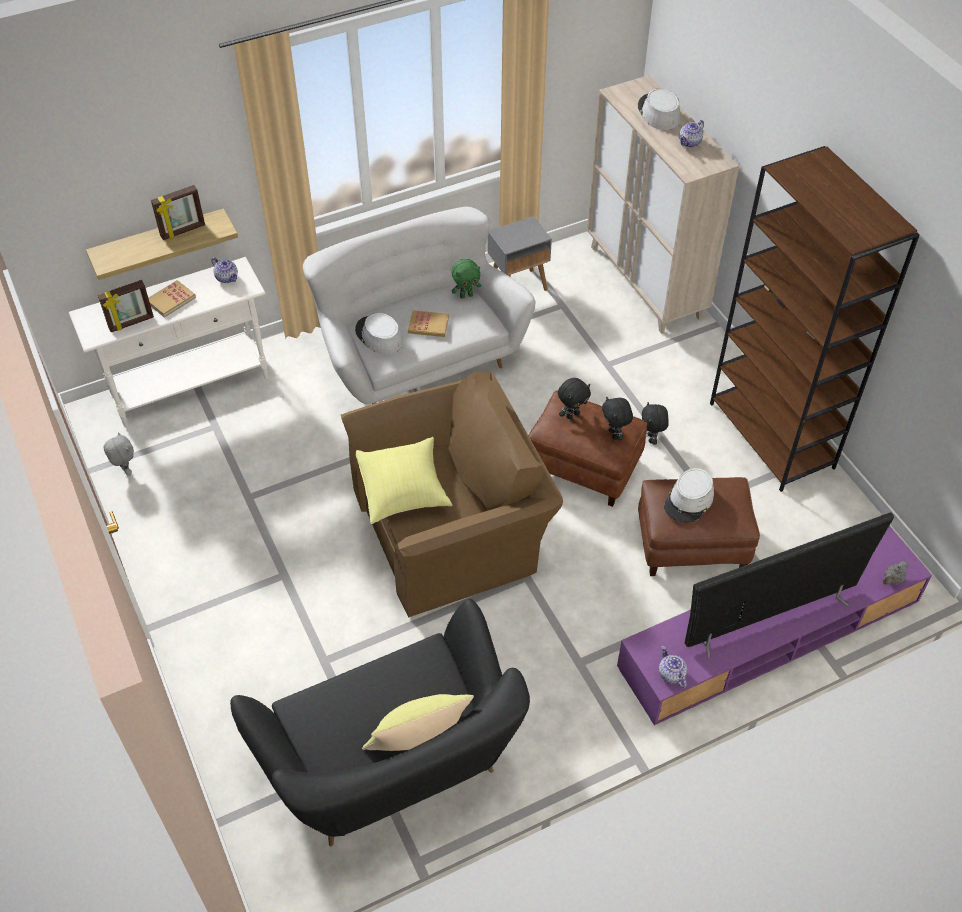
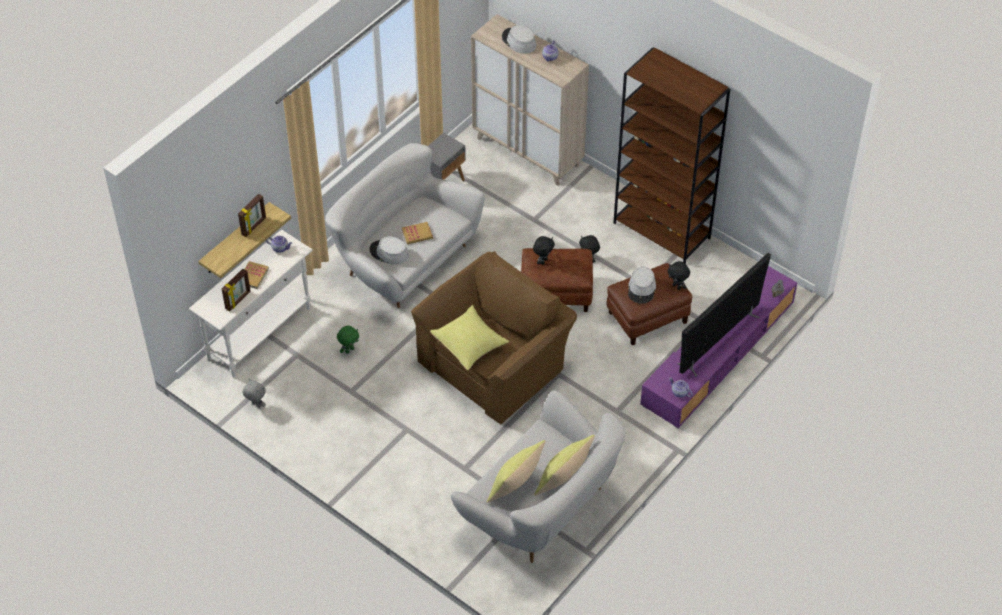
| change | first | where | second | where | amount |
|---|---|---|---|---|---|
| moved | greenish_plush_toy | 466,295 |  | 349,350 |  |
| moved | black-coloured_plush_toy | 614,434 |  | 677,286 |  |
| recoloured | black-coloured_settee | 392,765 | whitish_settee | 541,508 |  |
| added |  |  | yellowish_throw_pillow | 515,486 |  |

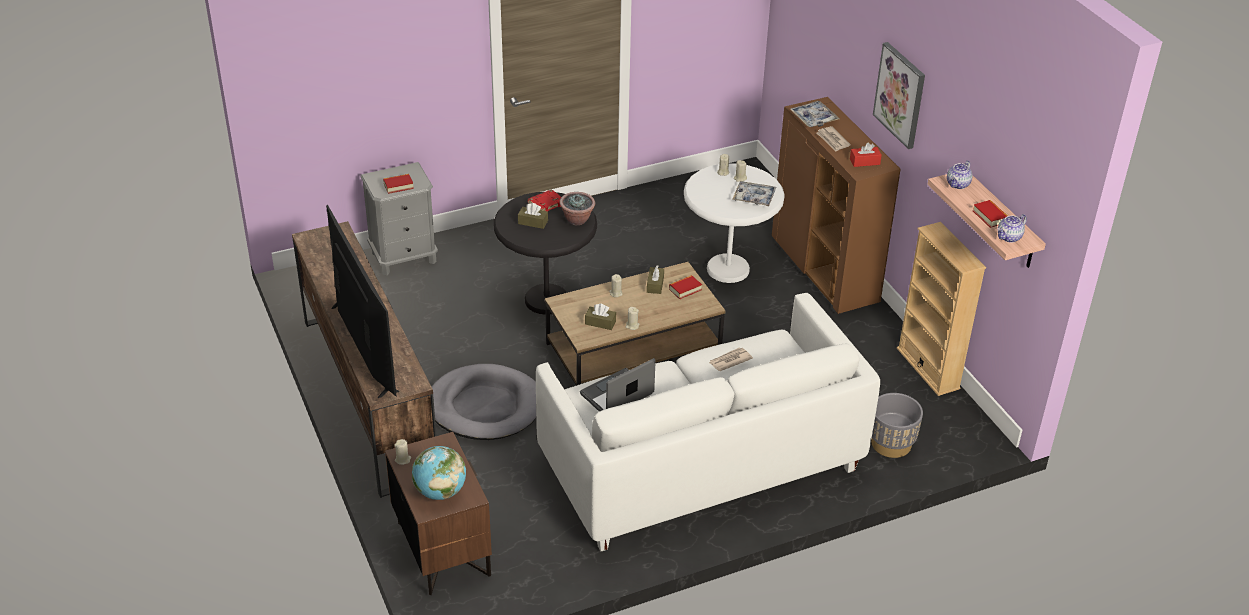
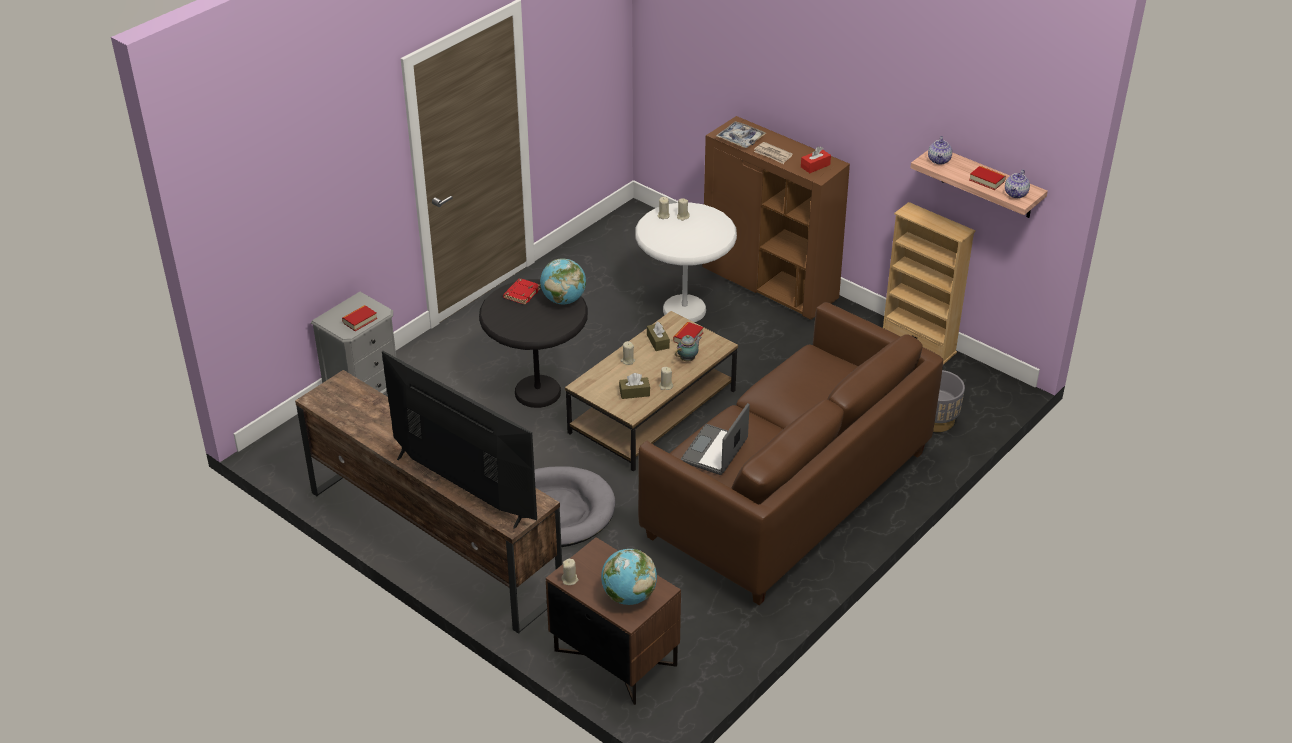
| change | first | where | second | where | amount |
|---|---|---|---|---|---|
| removed | wall_art | 900,95 |  |  |  |
| removed | serving_tray | 754,198 |  |  |  |
| replaced | potted_plant | 577,219 | globe | 563,300 |  |
| removed | brown_tissue_holder | 533,222 |  |  |  |
| recoloured | whitish_settee | 700,463 | brown_settee | 788,494 |  |
| removed | printed_paper | 729,361 |  |  |  |
| added |  |  | teapot | 688,359 |  |

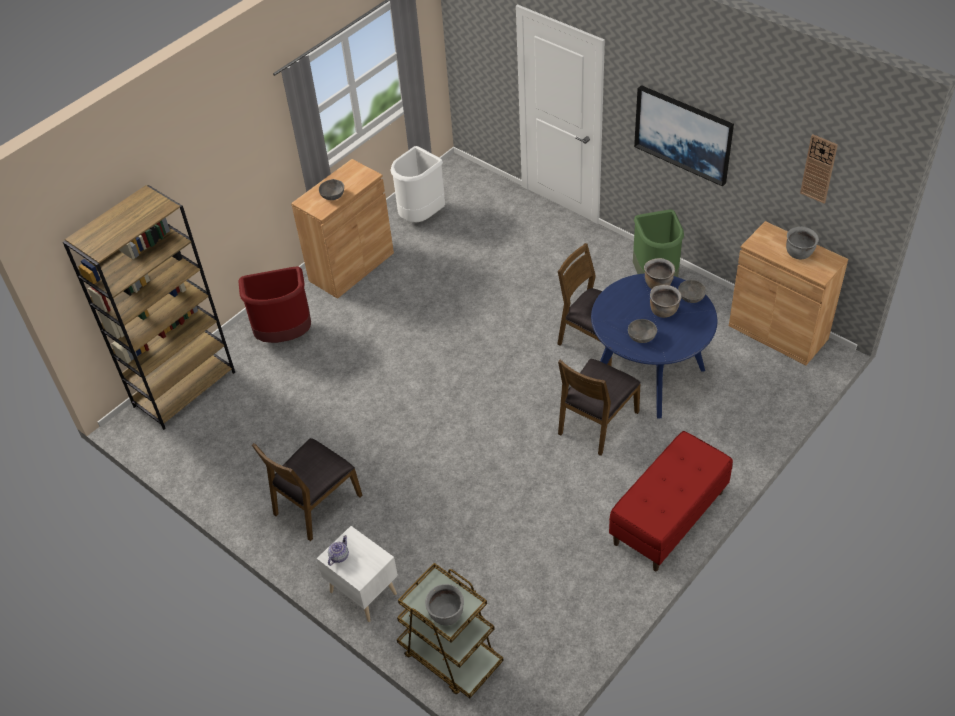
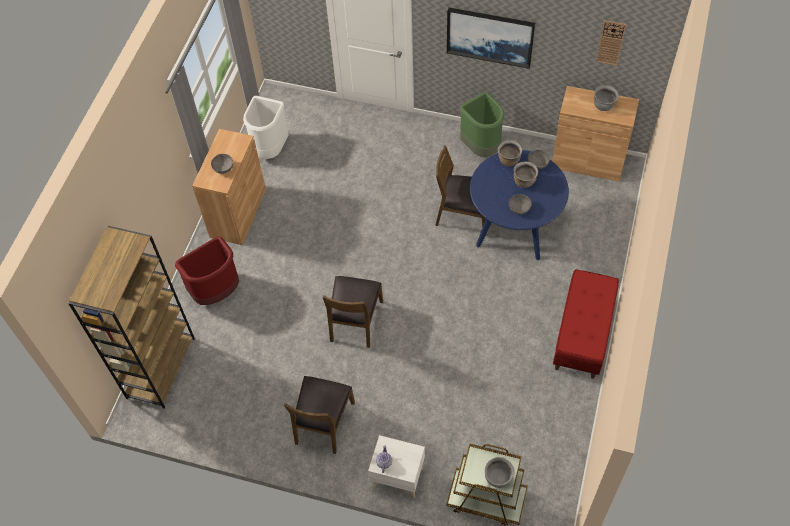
| change | first | where | second | where | amount |
|---|---|---|---|---|---|
| moved | brown_plain_chair | 596,422 |  | 355,321 |  |

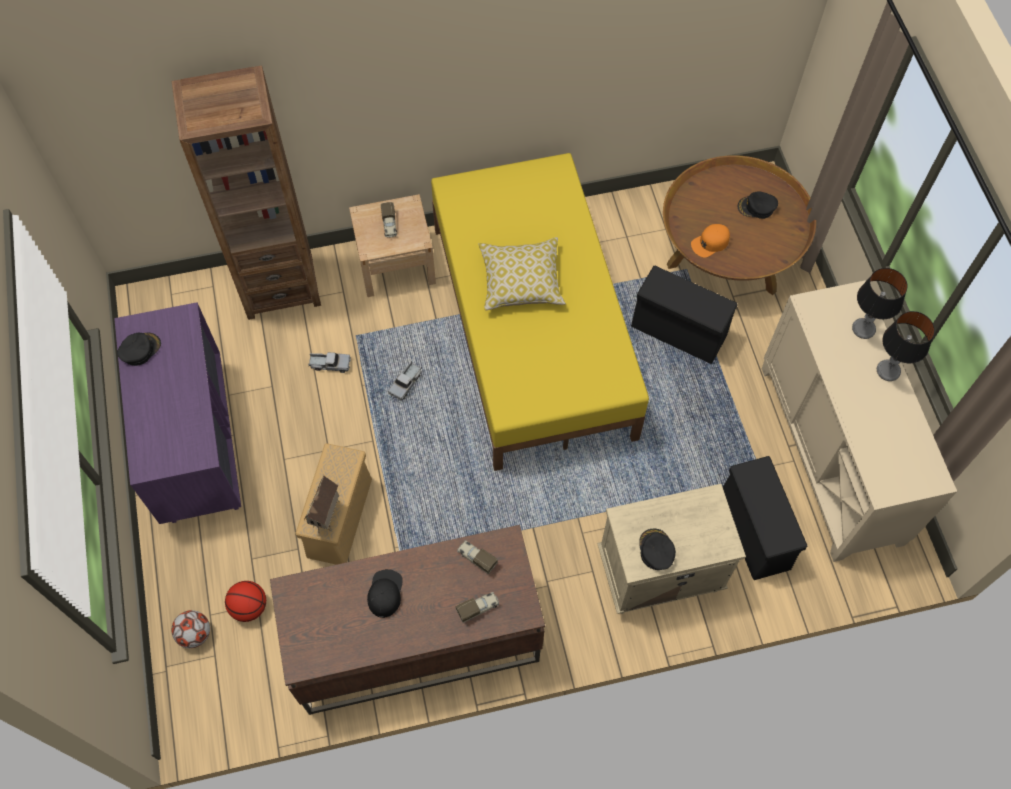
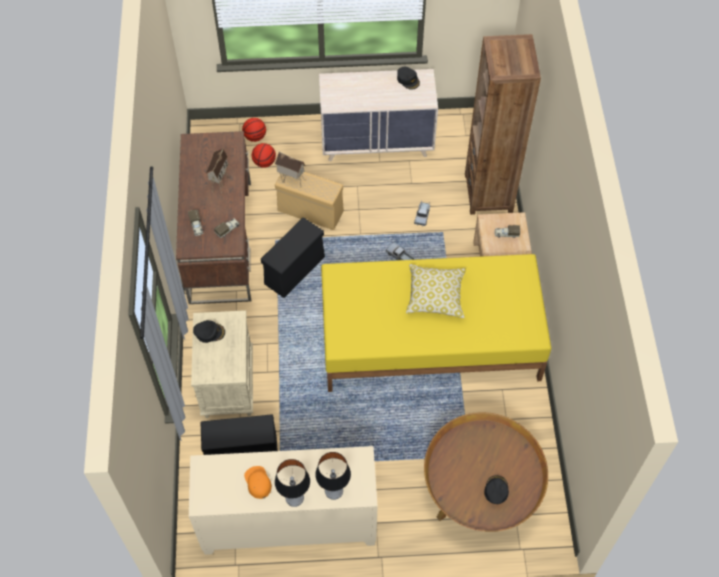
| change | first | where | second | where | amount |
|---|---|---|---|---|---|
| moved | orangey_cap | 710,243 |  | 258,482 |  |
| moved | black-coloured_storage_container | 680,331 |  | 294,271 |  |
| recoloured | purple_drawer_chest | 196,444 | beige-coloured_drawer_chest | 377,142 |  |
| replaced | black-coloured_cap | 385,593 | toy_house | 219,182 |  |
| replaced | ball_for_football | 195,634 | ball_for_basketball | 255,137 |  |

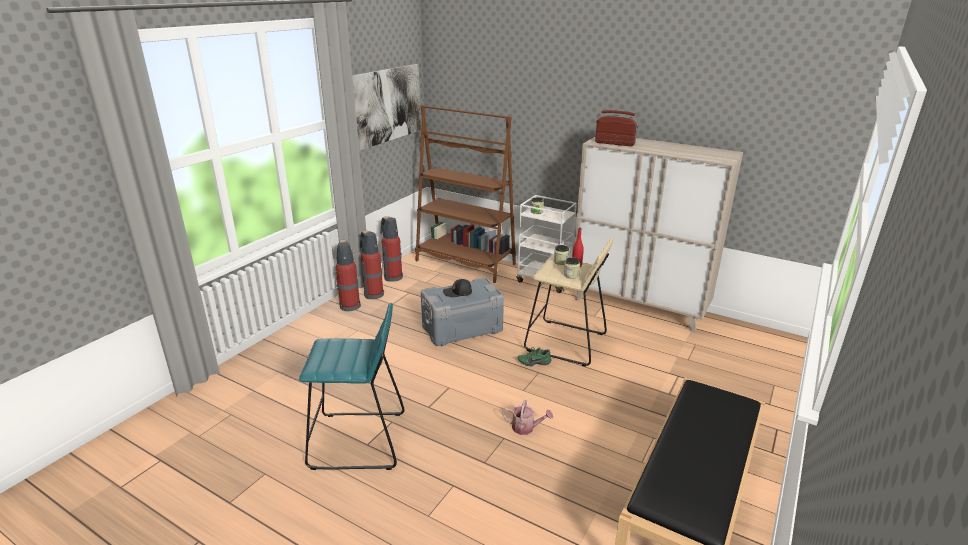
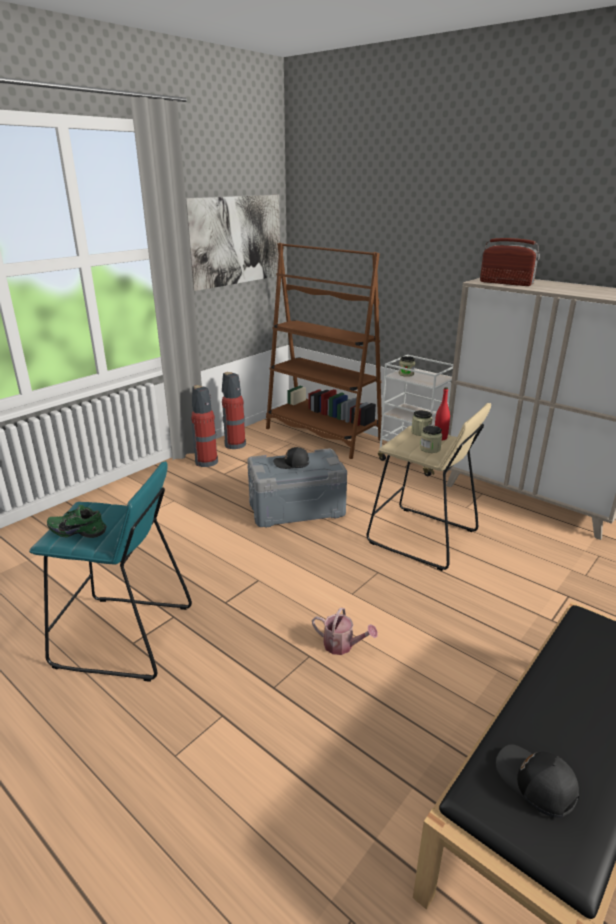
| change | first | where | second | where | amount |
|---|---|---|---|---|---|
| removed | fire-fighting_cylinder | 350,306 |  |  |  |
| moved | greenish_item_of_footwear | 534,362 |  | 79,531 |  |
| added |  |  | black-coloured_cap | 535,784 |  |

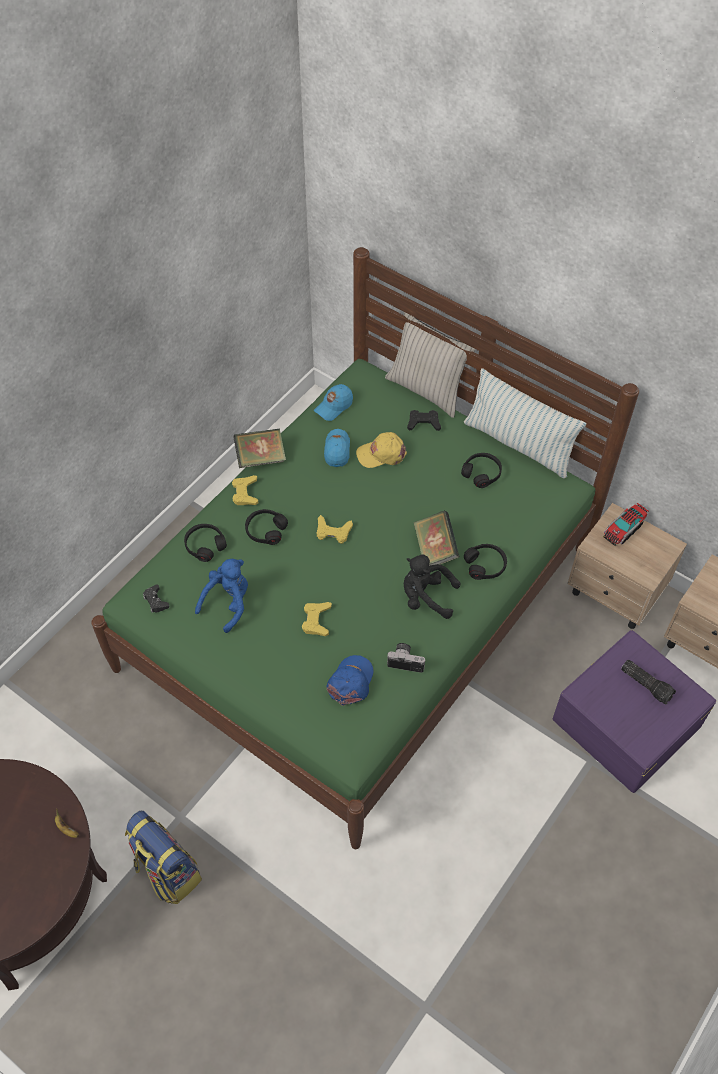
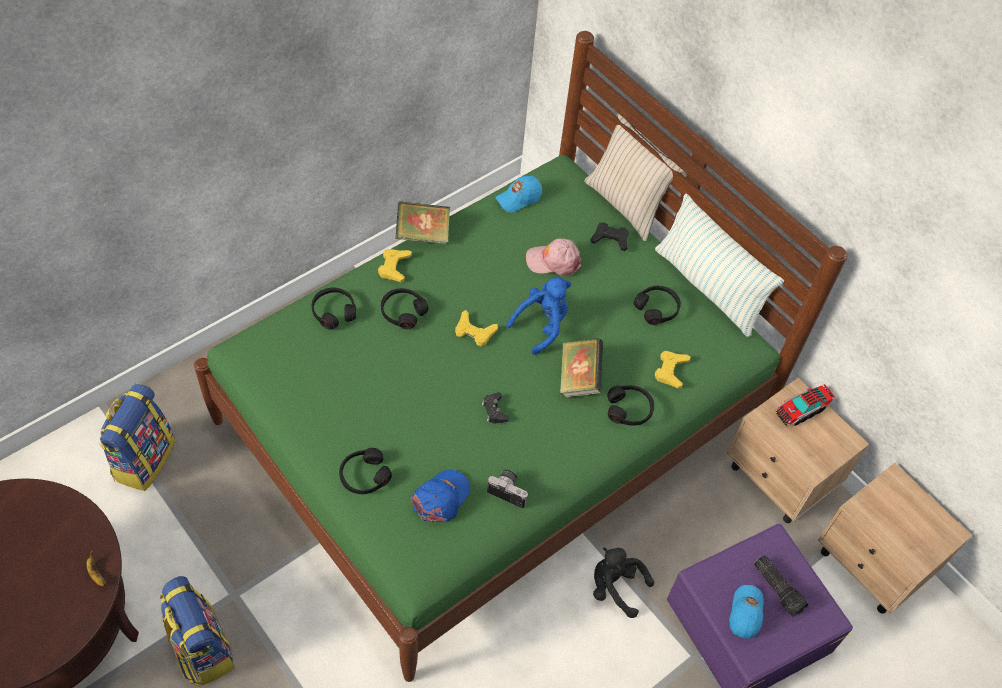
| change | first | where | second | where | amount |
|---|---|---|---|---|---|
| moved | bluish_cap | 337,450 |  | 746,613 |  |
| recoloured | yellowish_cap | 381,454 | pinkish_cap | 553,261 |  |
| moved | black-coloured_plush_toy | 426,597 |  | 615,587 |  |
| moved | bluish_plush_toy | 228,603 |  | 542,325 |  |
| moved | black-coloured_gamepad | 156,601 |  | 494,410 |  |
| moved | yellowish_gamepad | 316,620 |  | 671,371 |  |
| added |  |  | knapsack | 143,459 |  |
| added |  |  | black-coloured_headset | 364,476 |  |

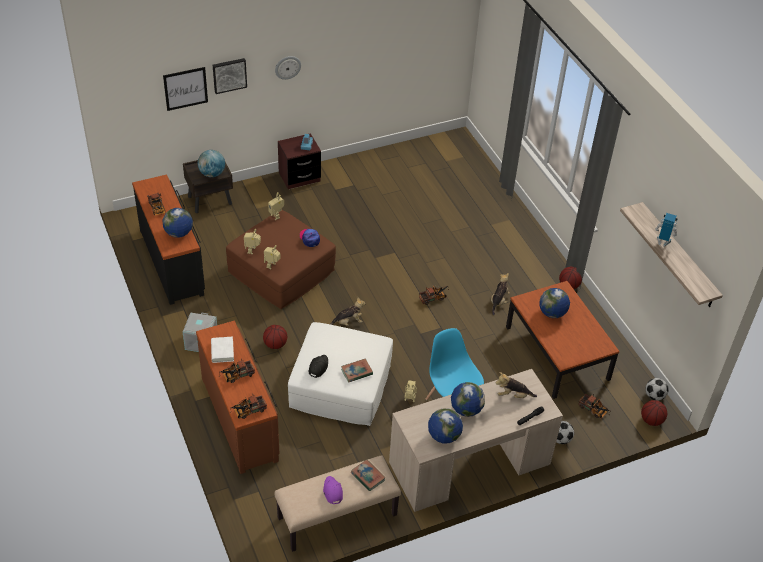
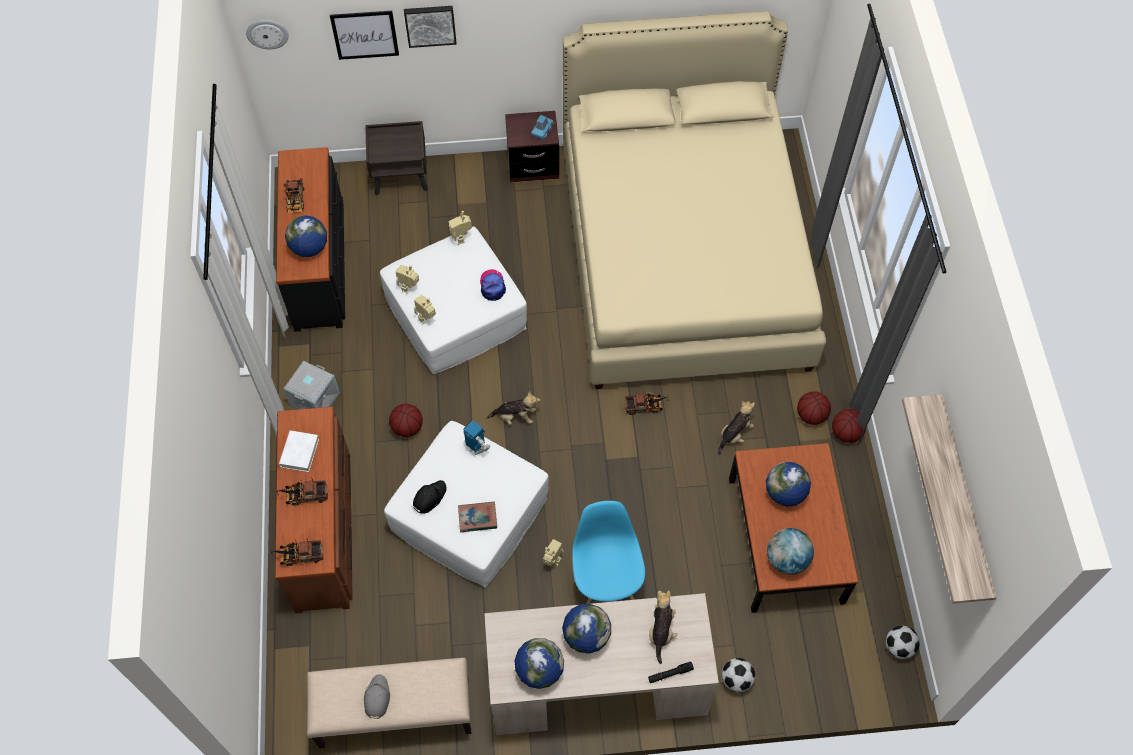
| change | first | where | second | where | amount |
|---|---|---|---|---|---|
| moved | hanging_clock | 287,67 |  | 267,33 |  |
| moved | globe | 212,174 |  | 786,559 |  |
| recoloured | brown_footrest | 282,271 | whitish_footrest | 456,314 |  |
| moved | model_robot | 662,242 |  | 477,448 |  |
| turned | plush_toy | 513,395 |  | 661,630 | 75 degrees clockwise |
| removed | toy_lorry | 594,410 |  |  |  |
| moved | ball_for_basketball | 651,420 |  | 811,415 |  |
| removed | book | 368,476 |  |  |  |
| recoloured | purple_cap | 332,491 | grey_cap | 376,698 |  |
| added |  |  | beige-coloured_bedroom_bed | 682,255 |  |

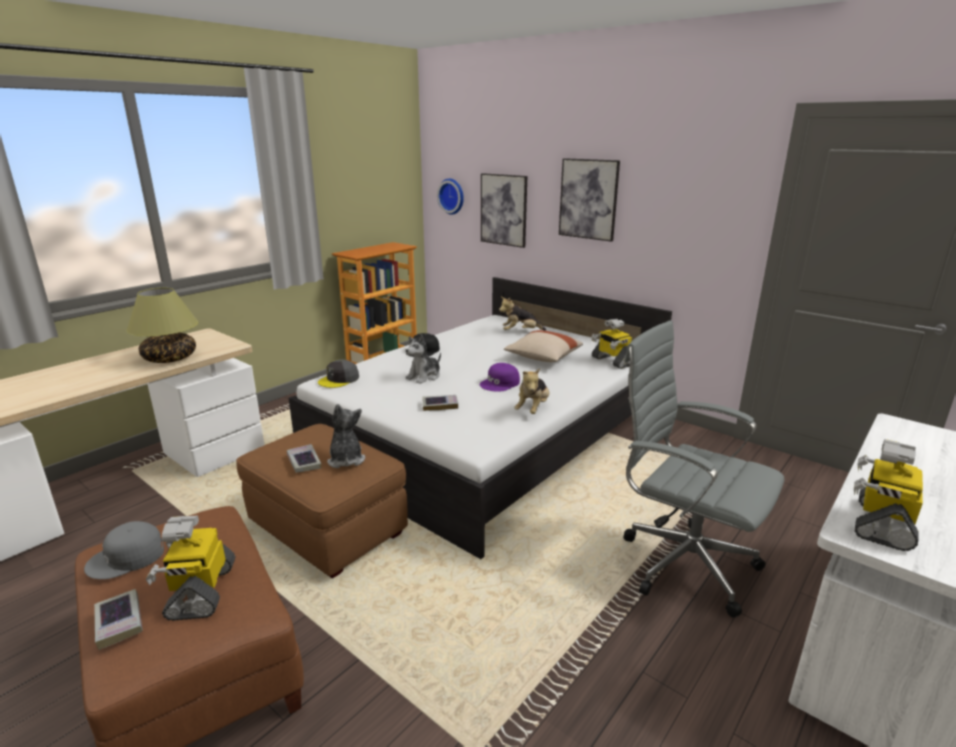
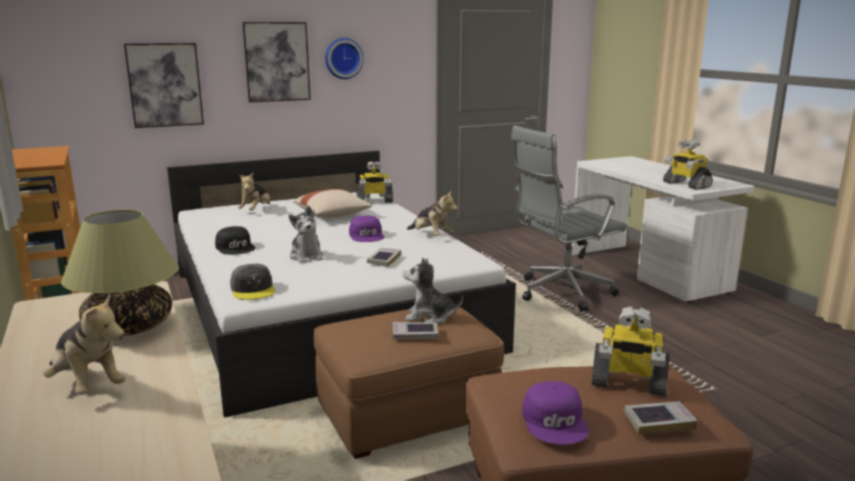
| change | first | where | second | where | amount |
|---|---|---|---|---|---|
| moved | hanging_clock | 452,196 |  | 343,58 |  |
| recoloured | grey_cap | 127,558 | purple_cap | 555,421 |  |
| added |  |  | plush_toy | 87,385 |  |

